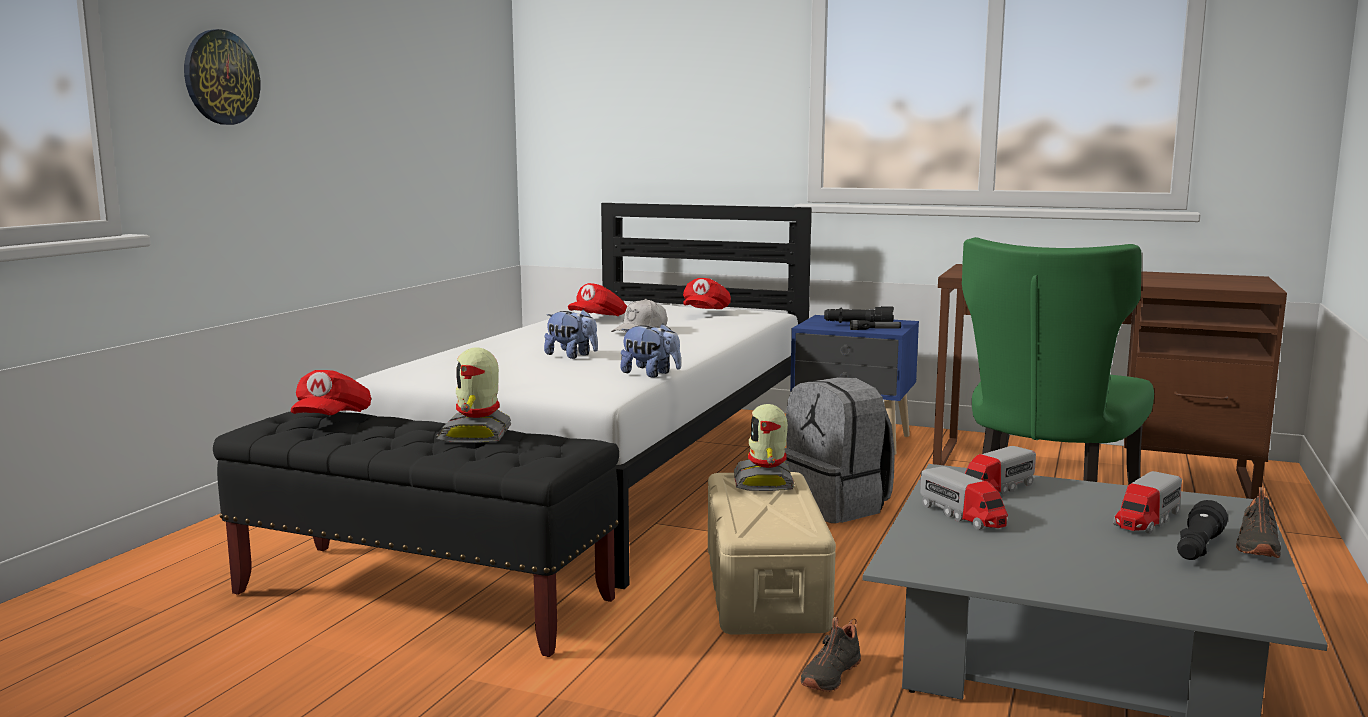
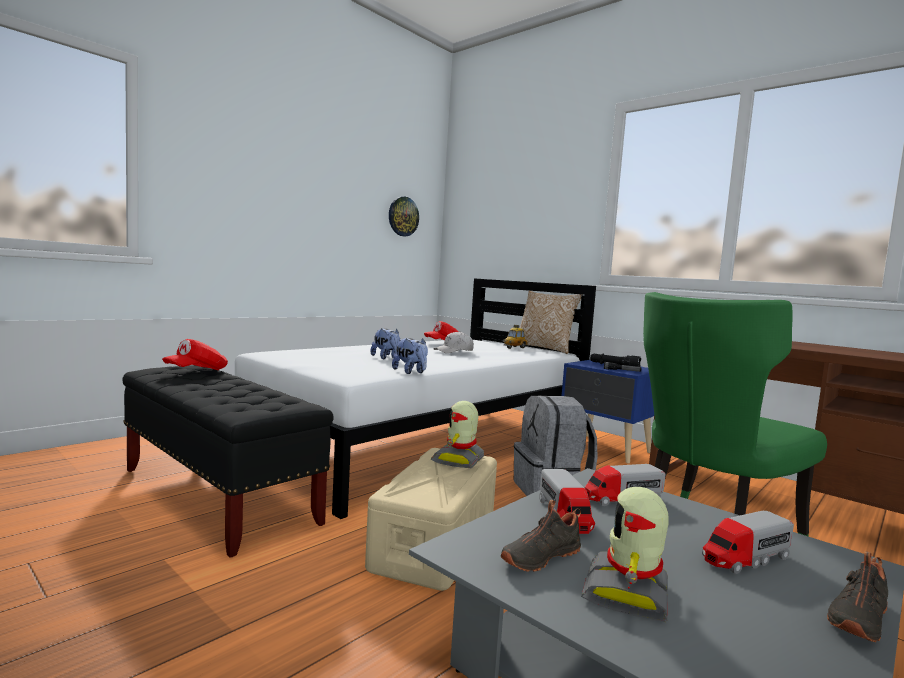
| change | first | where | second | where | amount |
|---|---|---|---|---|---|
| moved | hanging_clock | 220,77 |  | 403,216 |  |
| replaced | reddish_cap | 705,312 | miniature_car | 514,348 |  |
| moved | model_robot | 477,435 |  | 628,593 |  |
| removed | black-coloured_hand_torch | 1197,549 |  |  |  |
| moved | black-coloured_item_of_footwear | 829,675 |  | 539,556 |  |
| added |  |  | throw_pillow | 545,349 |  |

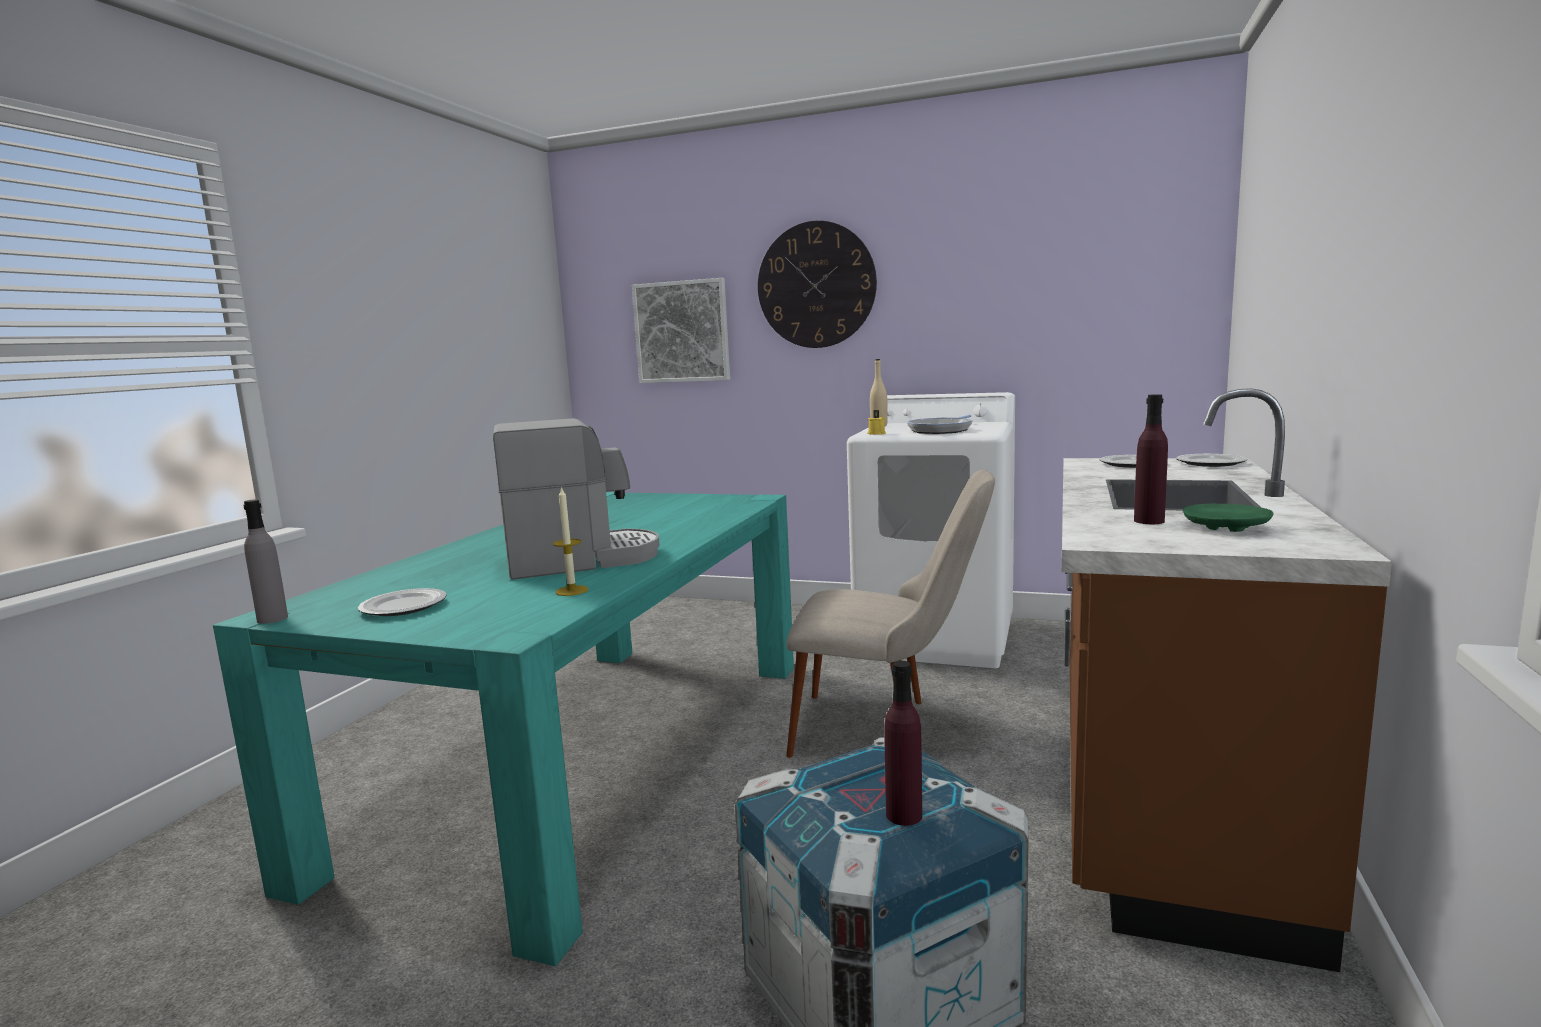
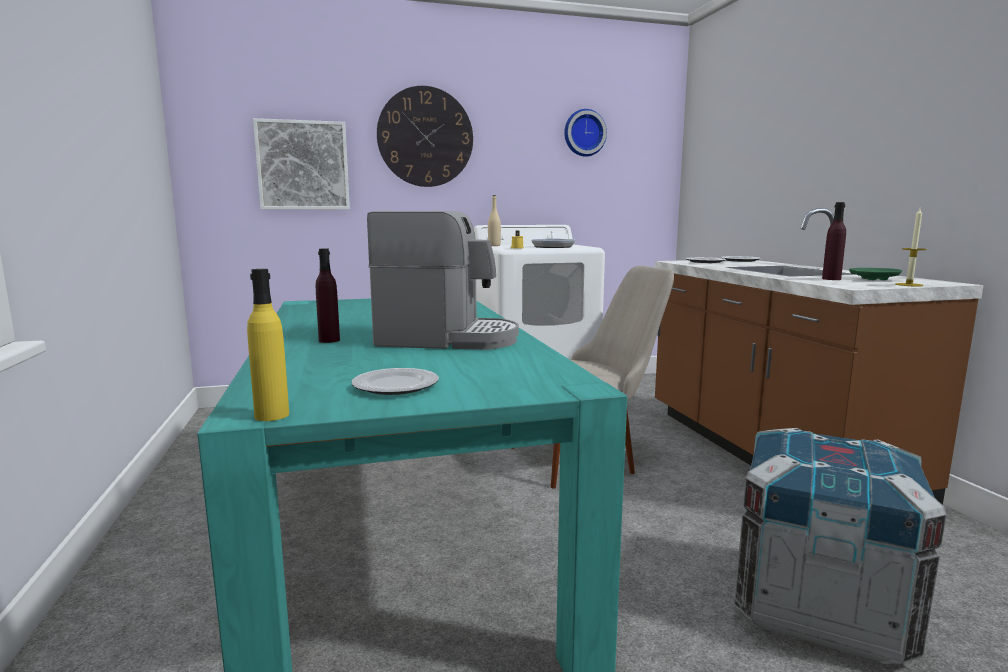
| change | first | where | second | where | amount |
|---|---|---|---|---|---|
| turned | coffee_maker | 581,560 |  | 447,339 | 60 degrees clockwise |
| moved | candle | 571,591 |  | 909,285 |  |
| recoloured | grey_beverage_bottle | 272,619 | yellowish_beverage_bottle | 272,415 |  |
| moved | purple_beverage_bottle | 904,815 |  | 329,340 |  |
| added |  |  | hanging_clock | 584,133 |  |

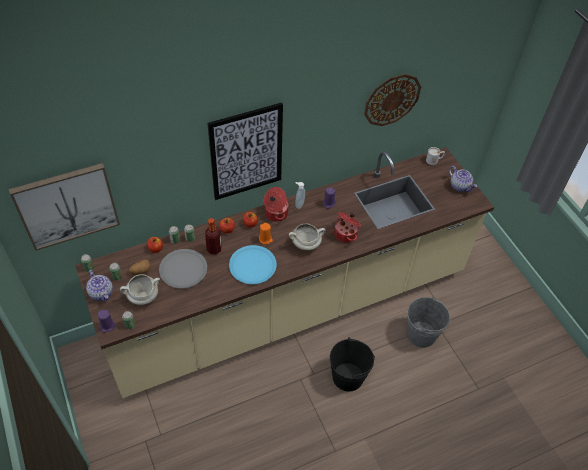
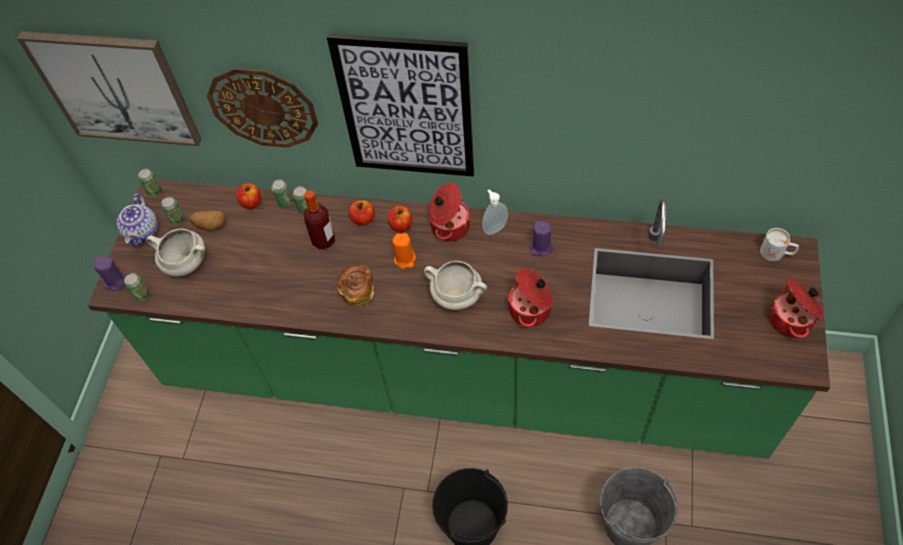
| change | first | where | second | where | amount |
|---|---|---|---|---|---|
| moved | hanging_clock | 392,100 |  | 263,108 |  |
| recoloured | beige-coloured_kitchen_base_unit | 290,307 | greenish_kitchen_base_unit | 462,376 |  |
| replaced | teapot | 460,186 | cooking_pot | 791,320 |  |
| replaced | bluish_flat_dish | 252,265 | baked_bread | 357,290 |  |
| removed | grey_flat_dish | 183,269 |  |  |  |

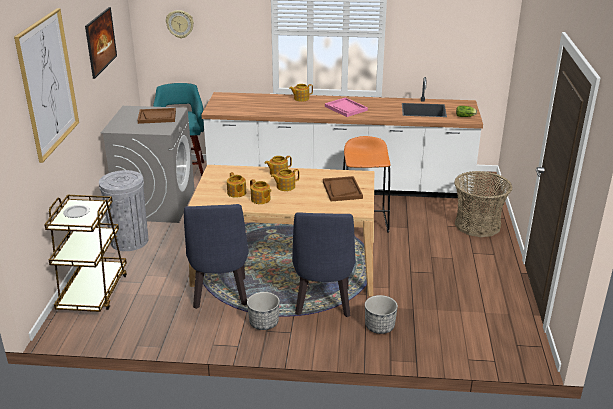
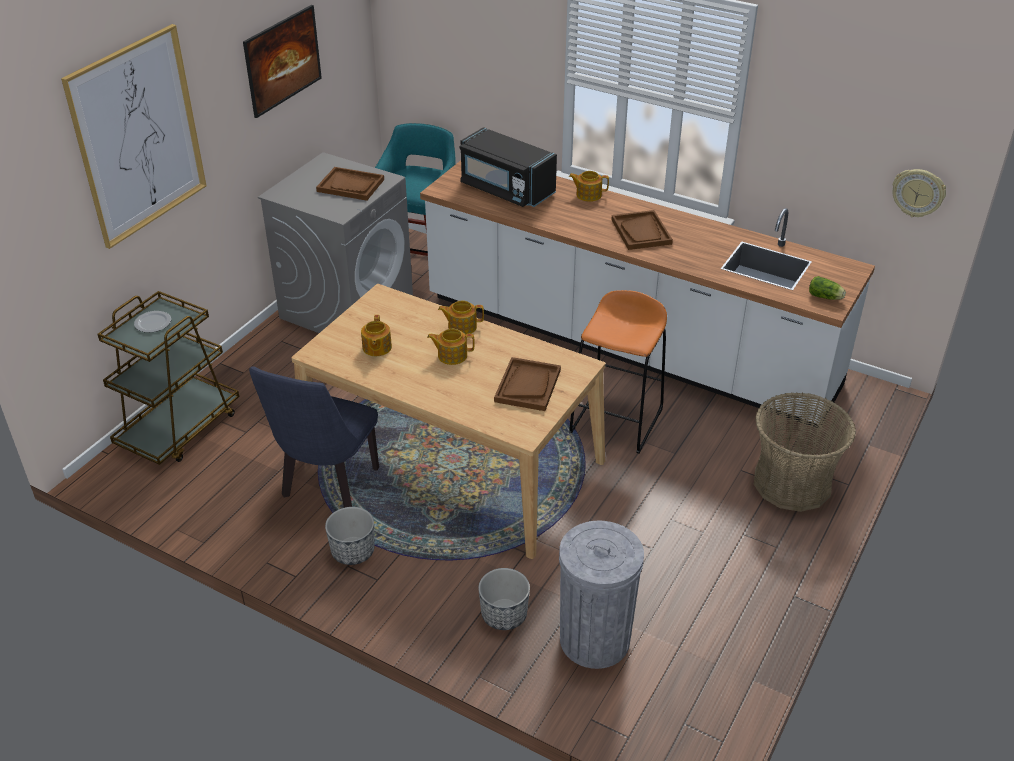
| change | first | where | second | where | amount |
|---|---|---|---|---|---|
| moved | hanging_clock | 180,24 |  | 918,192 |  |
| recoloured | pinkish_serving_tray | 346,108 | brown_serving_tray | 641,232 |  |
| moved | grey_waste_bin | 129,241 |  | 594,639 |  |
| removed | teapot | 260,199 |  |  |  |
| removed | bluish_plain_chair | 323,305 |  |  |  |
| added |  |  | black-coloured_microwave_oven | 506,189 |  |

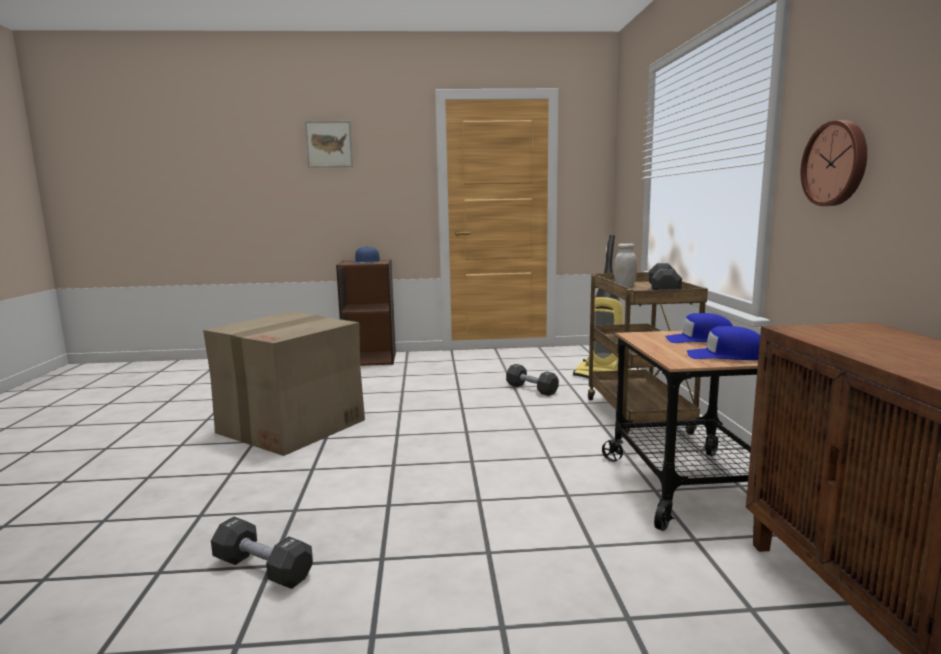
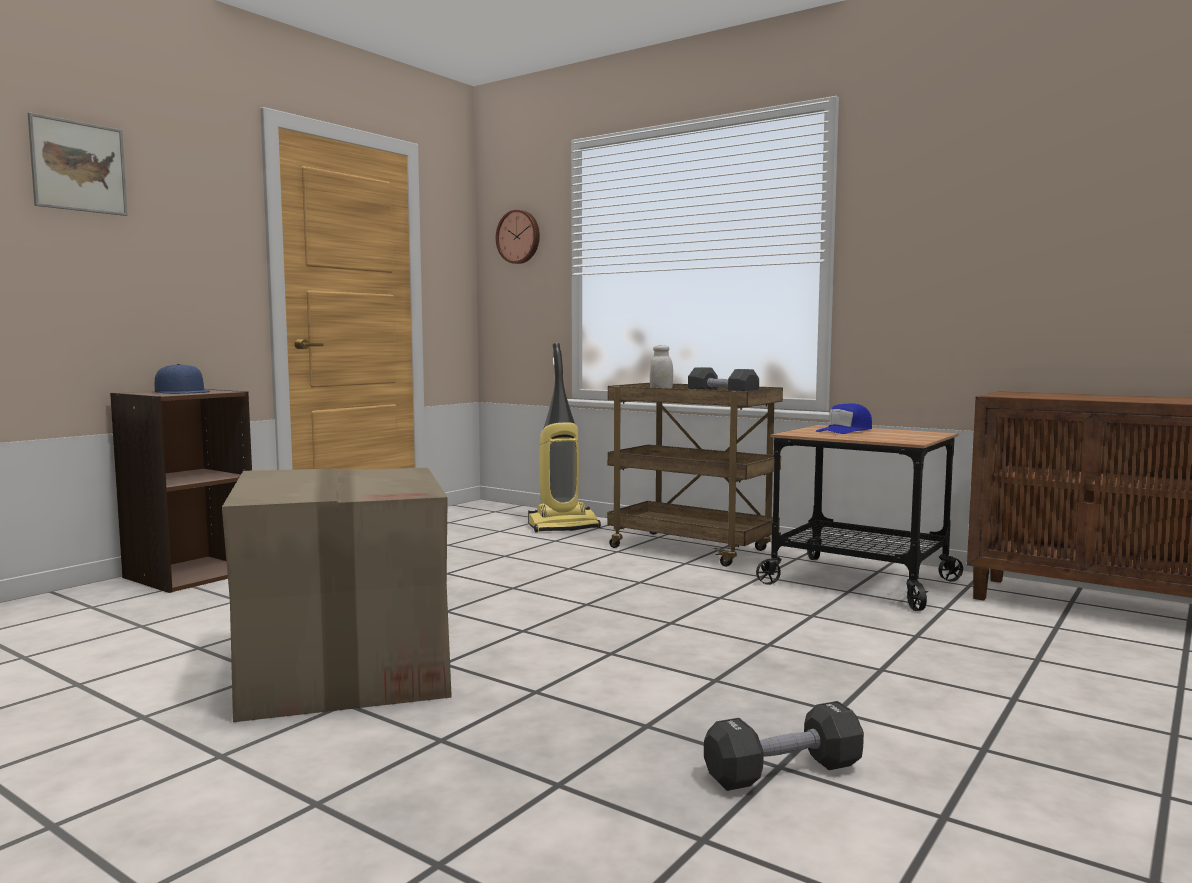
| change | first | where | second | where | amount |
|---|---|---|---|---|---|
| moved | hanging_clock | 836,164 |  | 519,237 |  |
| removed | bluish_cap | 725,356 |  |  |  |
| removed | black-coloured_dumbbell | 531,389 |  |  |  |

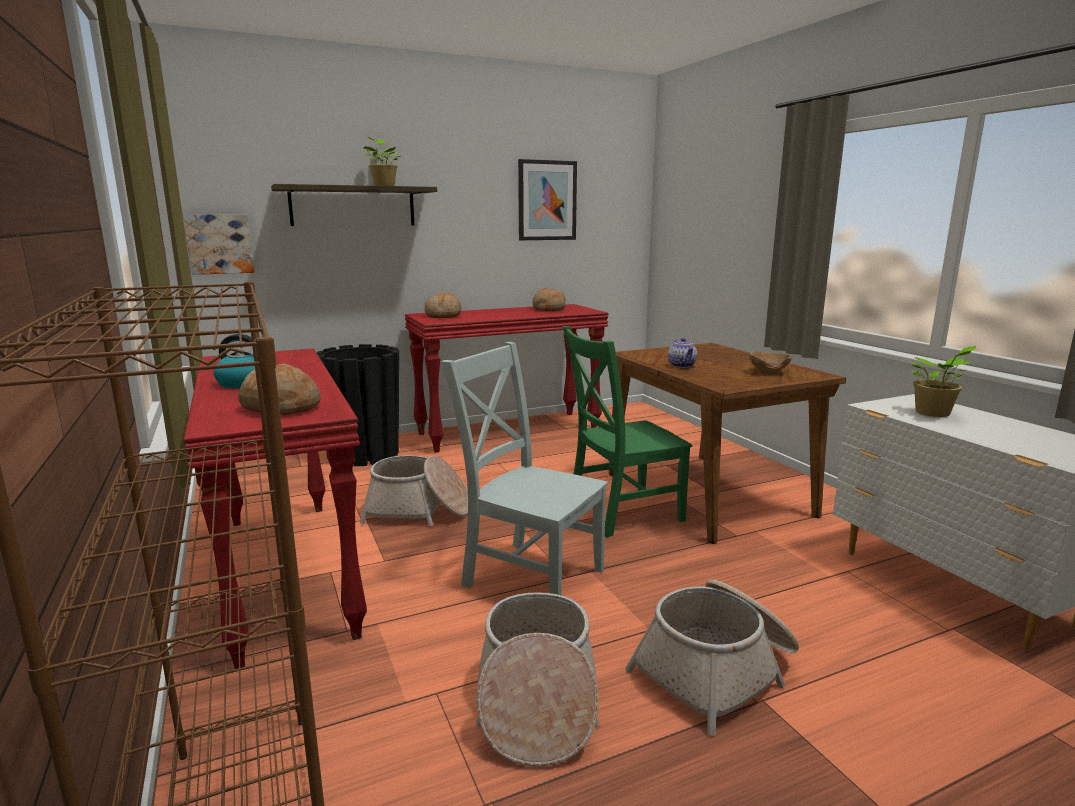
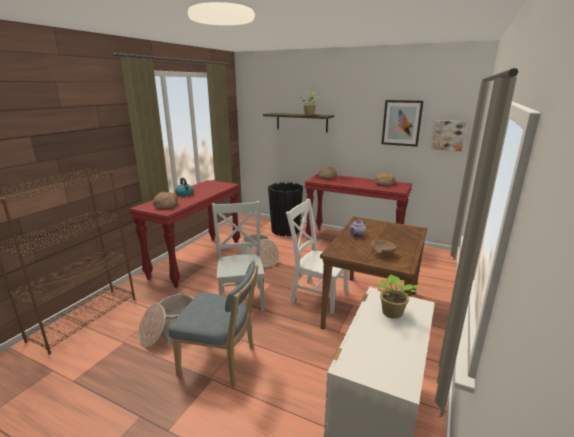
| change | first | where | second | where | amount |
|---|---|---|---|---|---|
| moved | wall_art | 219,244 |  | 448,135 |  |
| recoloured | greenish_plain_chair | 620,512 | whitish_plain_chair | 317,296 |  |
| replaced | basket | 717,671 | bluish_plain_chair | 221,362 |  |

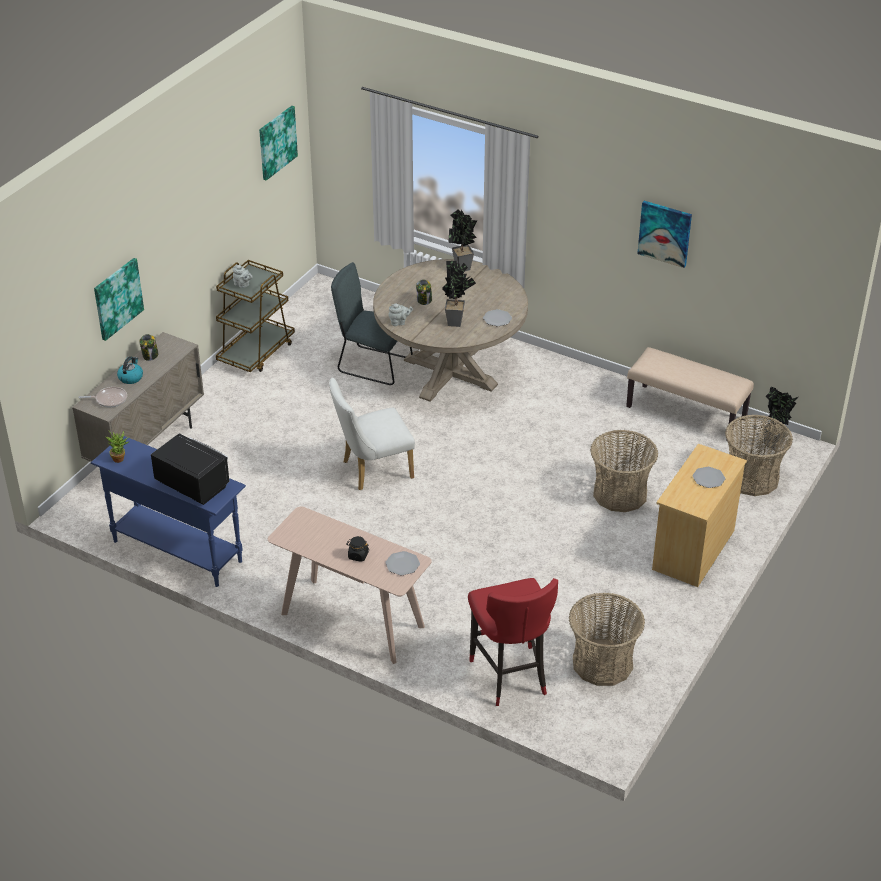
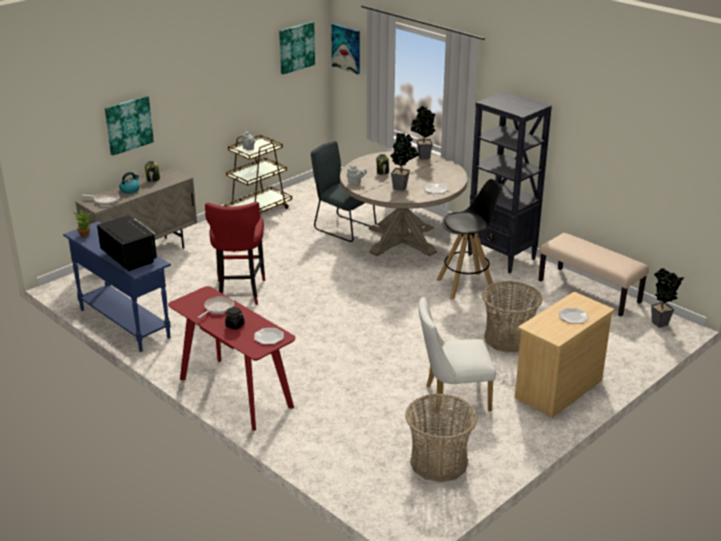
| change | first | where | second | where | amount |
|---|---|---|---|---|---|
| moved | wall_art | 665,233 |  | 346,48 |  |
| moved | whitish_plain_chair | 372,470 |  | 452,398 |  |
| removed | basket | 752,478 |  |  |  |
| recoloured | beige-coloured_hall_table | 352,620 | reddish_hall_table | 235,393 |  |
| moved | reddish_sitting_stool | 510,676 |  | 239,292 |  |
| added |  |  | black-coloured_bookshelf | 502,257 |  |
| added |  |  | black-coloured_sitting_stool | 466,285 |  |
| added |  |  | frying_pan | 217,308 |  |

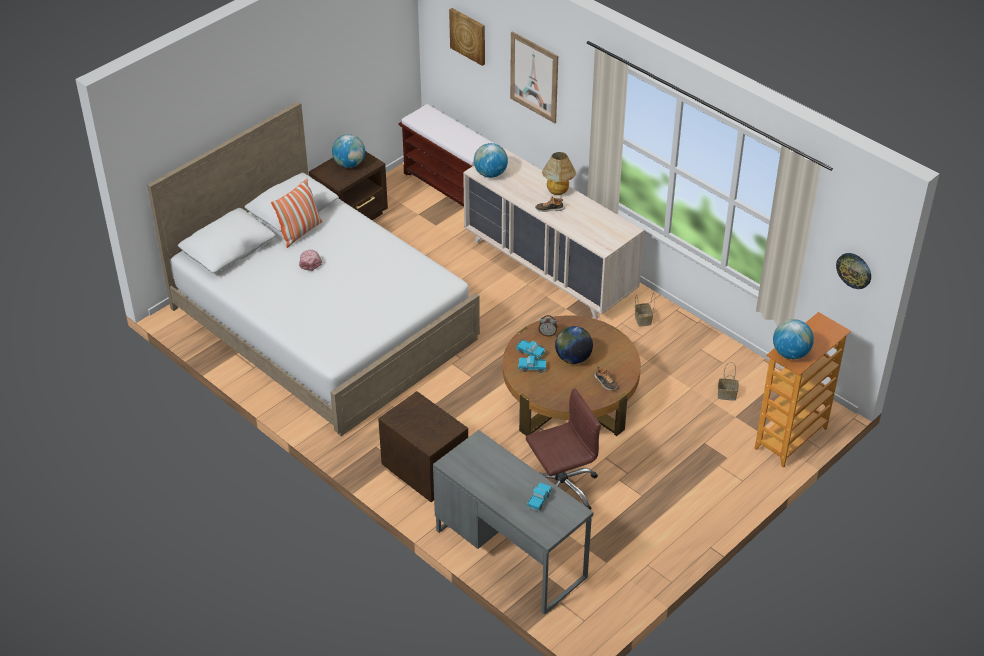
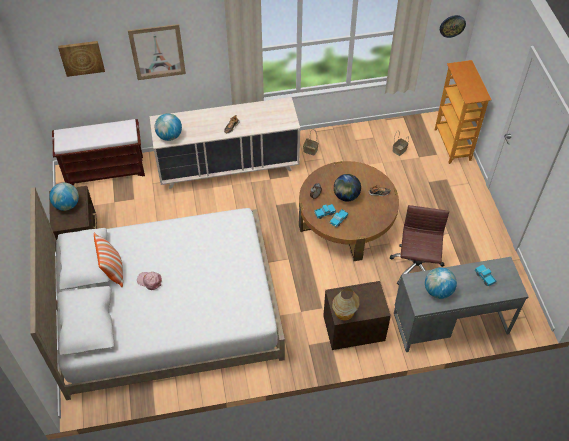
| change | first | where | second | where | amount |
|---|---|---|---|---|---|
| moved | table_lamp | 558,192 |  | 344,314 |  |
| moved | globe | 790,353 |  | 438,291 |  |

